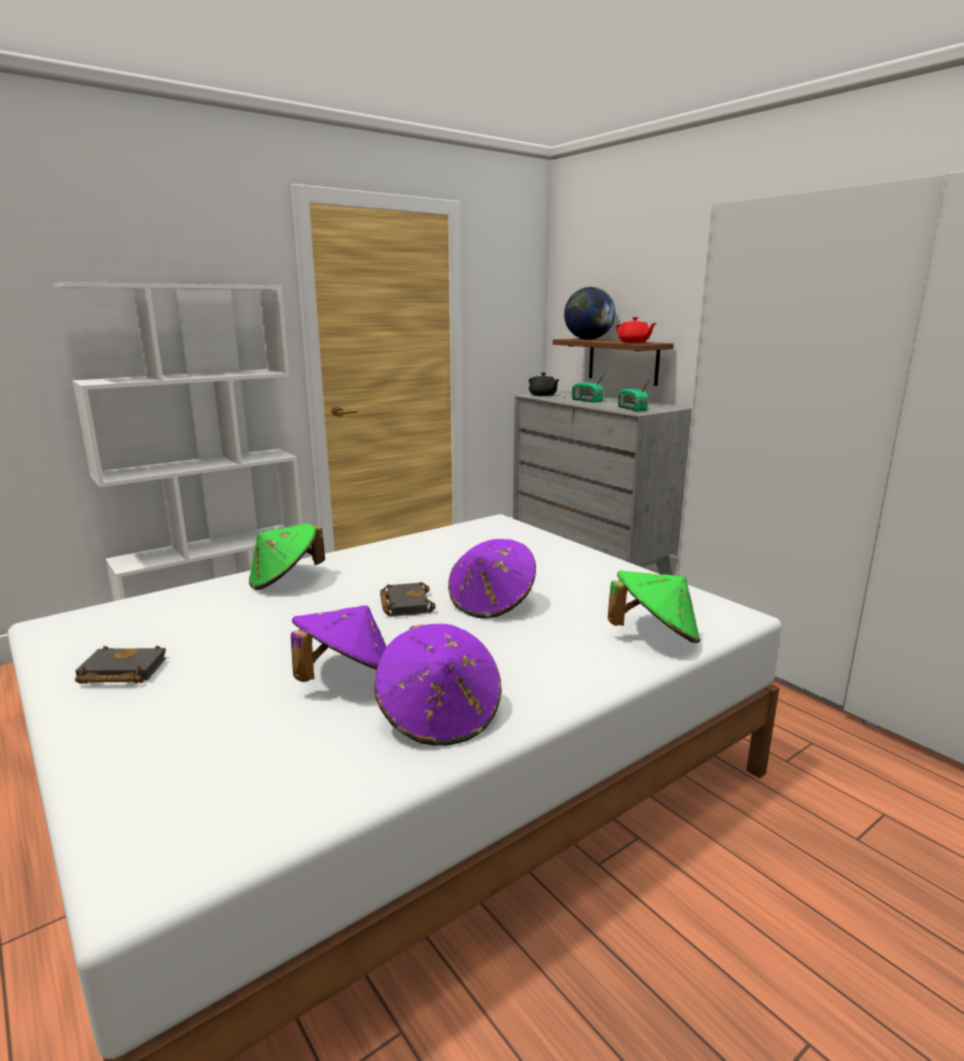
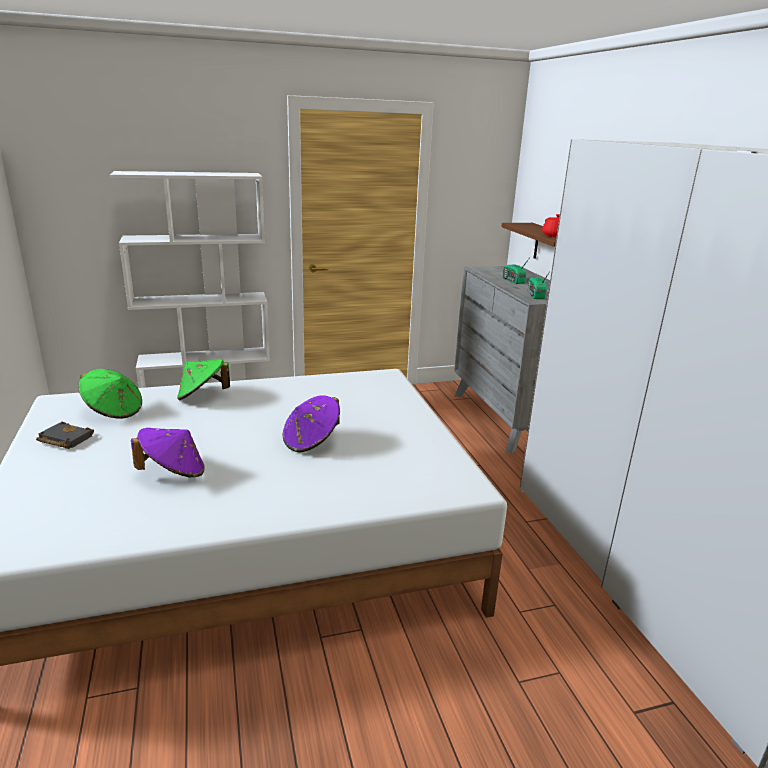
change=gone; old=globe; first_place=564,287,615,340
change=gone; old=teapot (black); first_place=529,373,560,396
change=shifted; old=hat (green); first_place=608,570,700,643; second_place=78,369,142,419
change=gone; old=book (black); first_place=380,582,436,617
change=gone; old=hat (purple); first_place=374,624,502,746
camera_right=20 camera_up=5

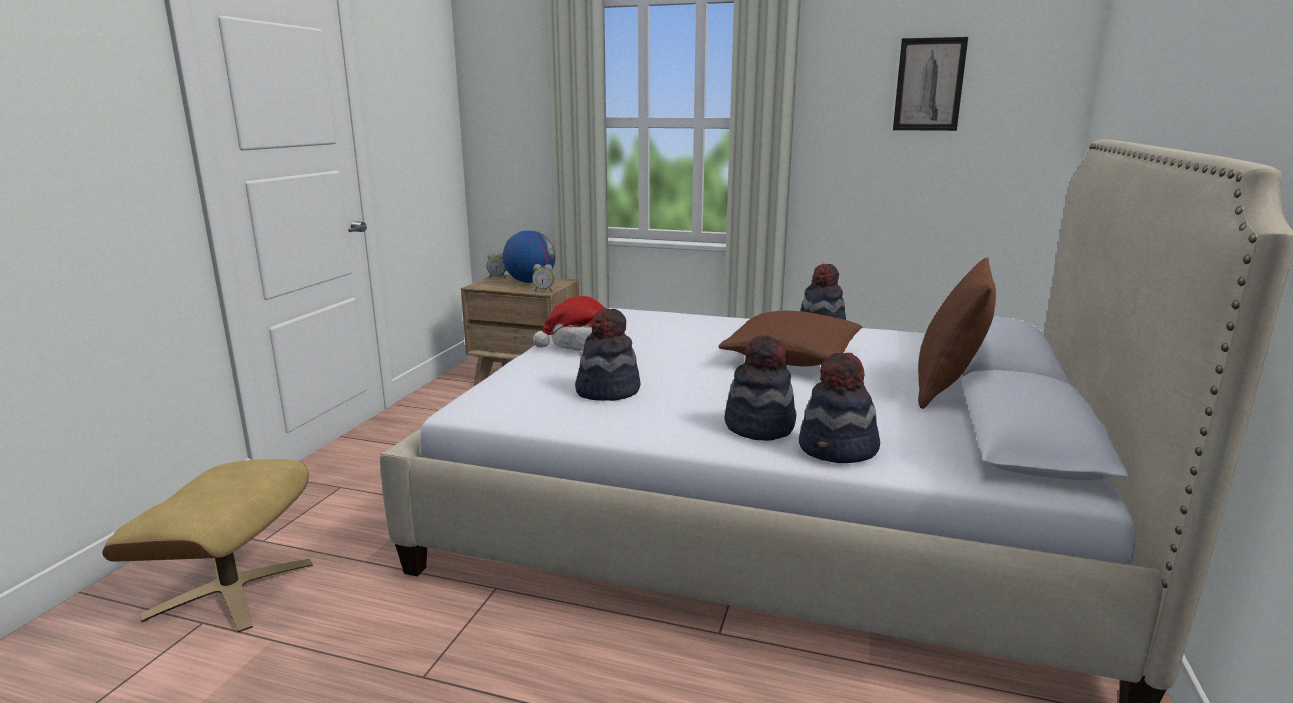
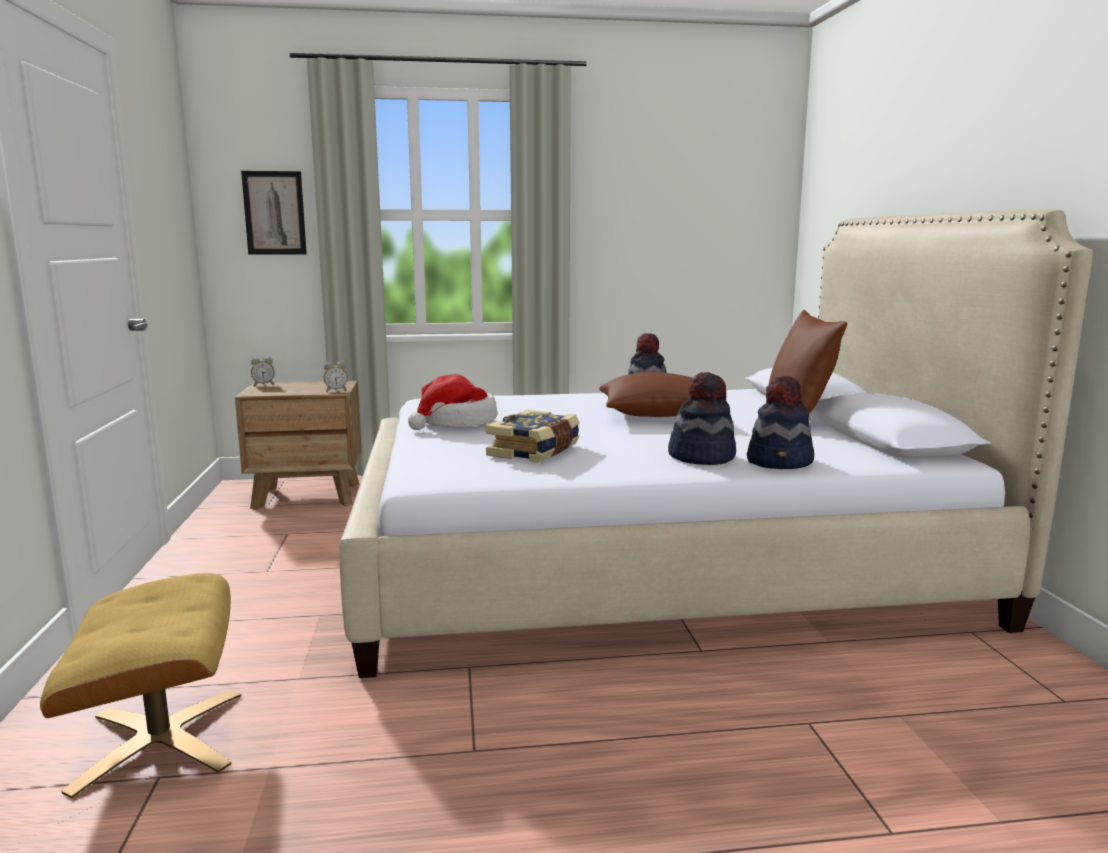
change=shifted; old=picture; first_place=893,37,968,131; second_place=241,171,307,255
change=gone; old=globe; first_place=503,230,555,283
change=swapped; old=hat; new=book; first_place=575,308,641,401; second_place=485,410,580,463
camera_right=-25 camera_up=-5

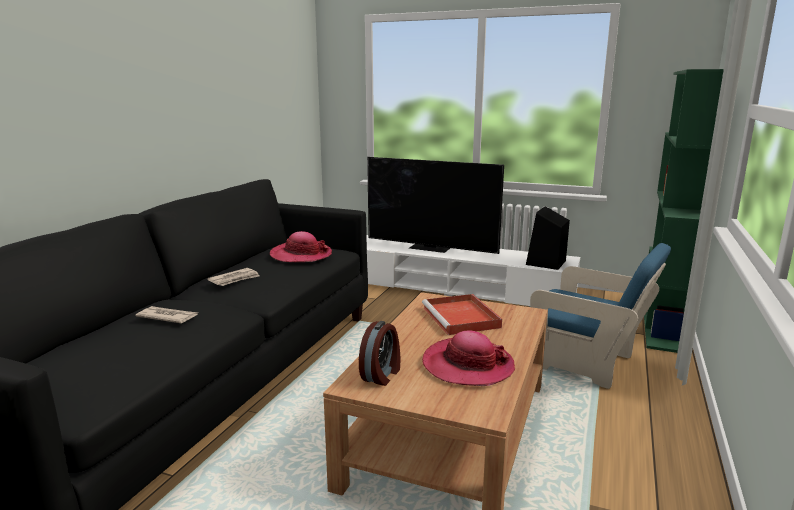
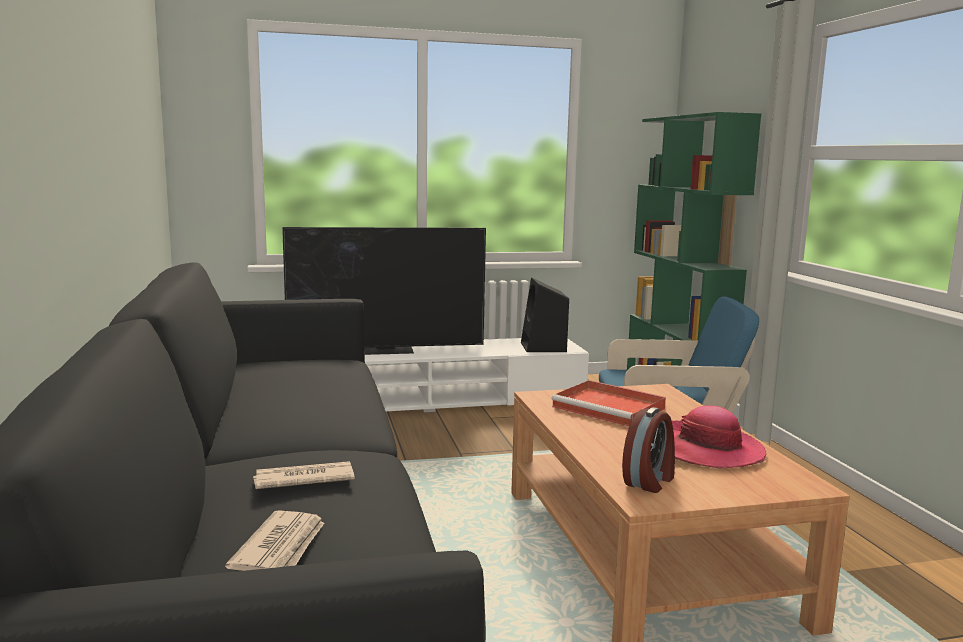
change=gone; old=hat; first_place=270,231,332,262
change=shifted; old=newspaper; first_place=207,268,260,286; second_place=225,510,325,571
change=rotated; old=alarm clock; first_place=359,321,400,386; second_place=622,407,675,493; degrees=45
camera_right=-35 camera_up=-5

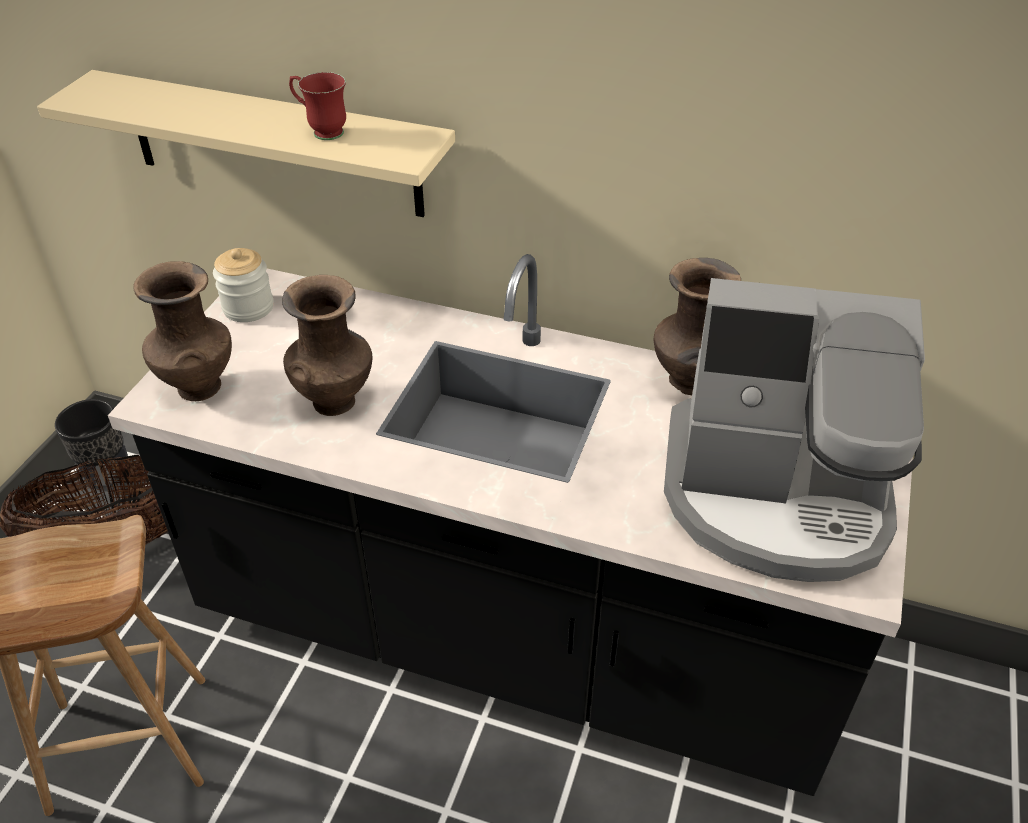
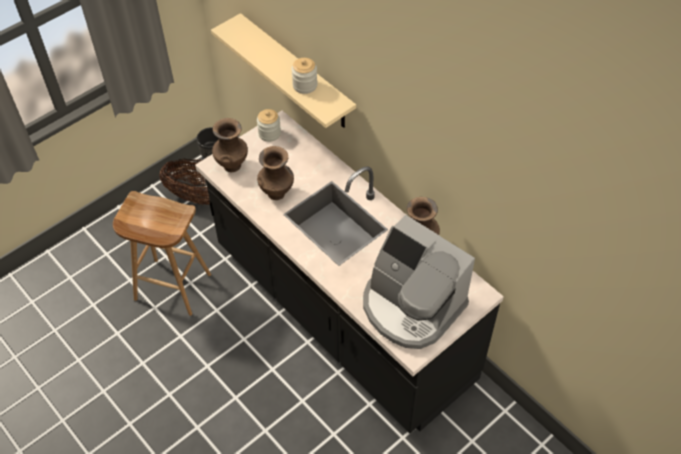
change=swapped; old=mug (red); new=jar; first_place=289,72,346,140; second_place=291,58,318,94
camera_right=30 camera_up=10

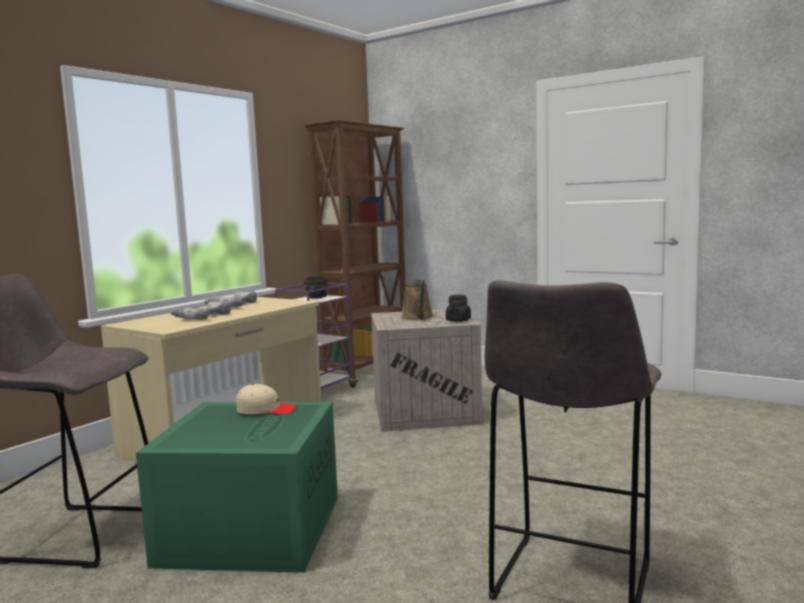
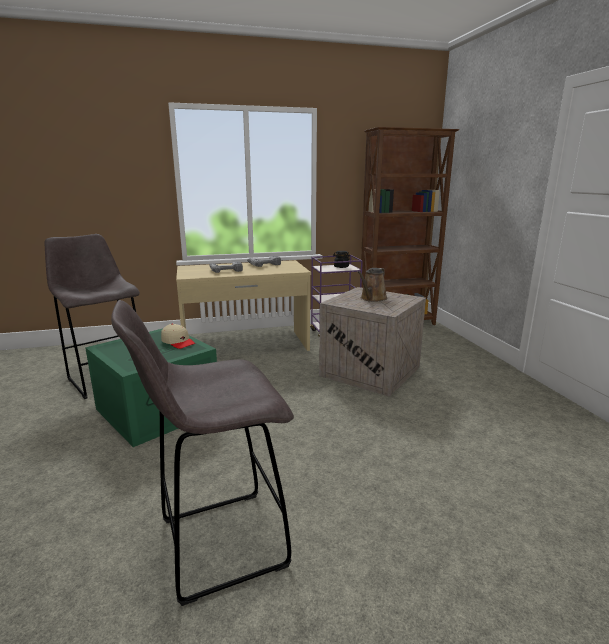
change=gone; old=jar (black); first_place=446,295,471,322
camera_right=40 camera_up=10

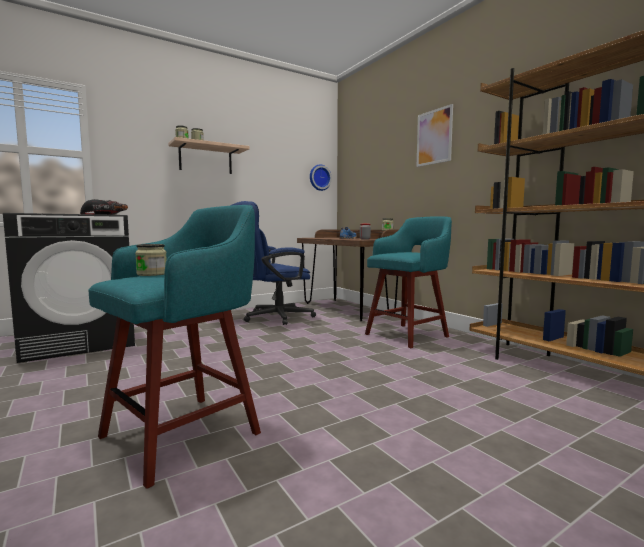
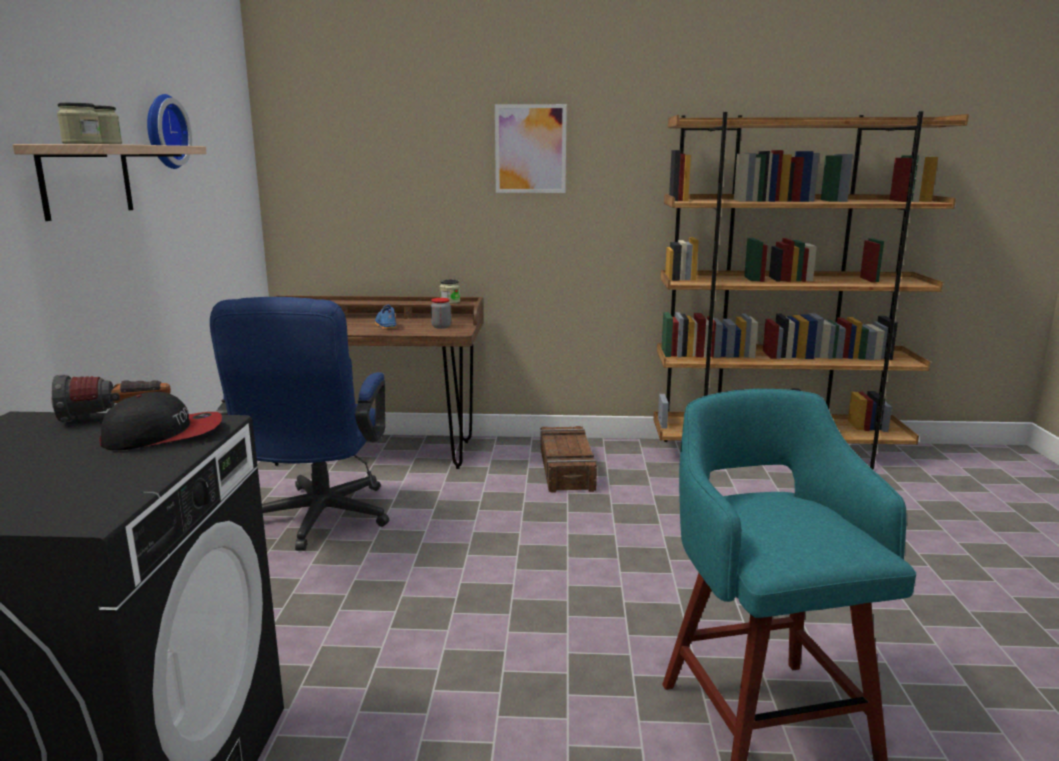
change=shifted; old=wall clock; first_place=310,164,332,191; second_place=147,94,192,169
change=swapped; old=stool (turquoise); new=crate; first_place=365,216,452,348; second_place=540,426,597,493
change=gone; old=jar; first_place=135,244,167,276
camera_right=-55 camera_up=10

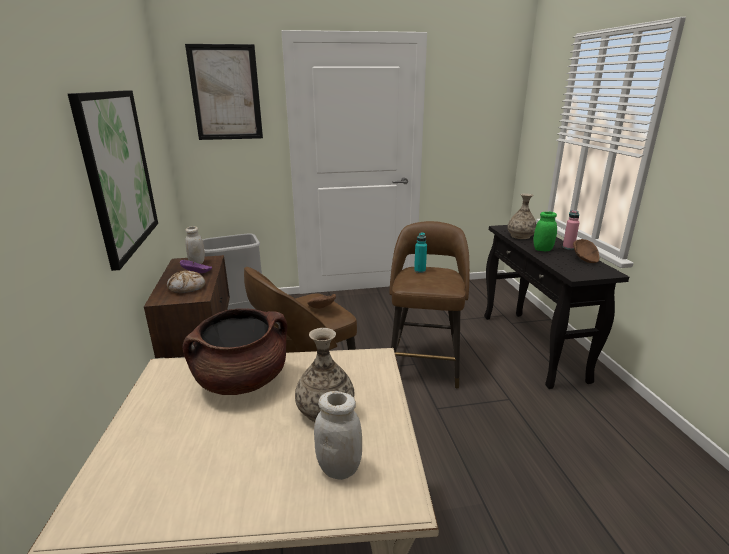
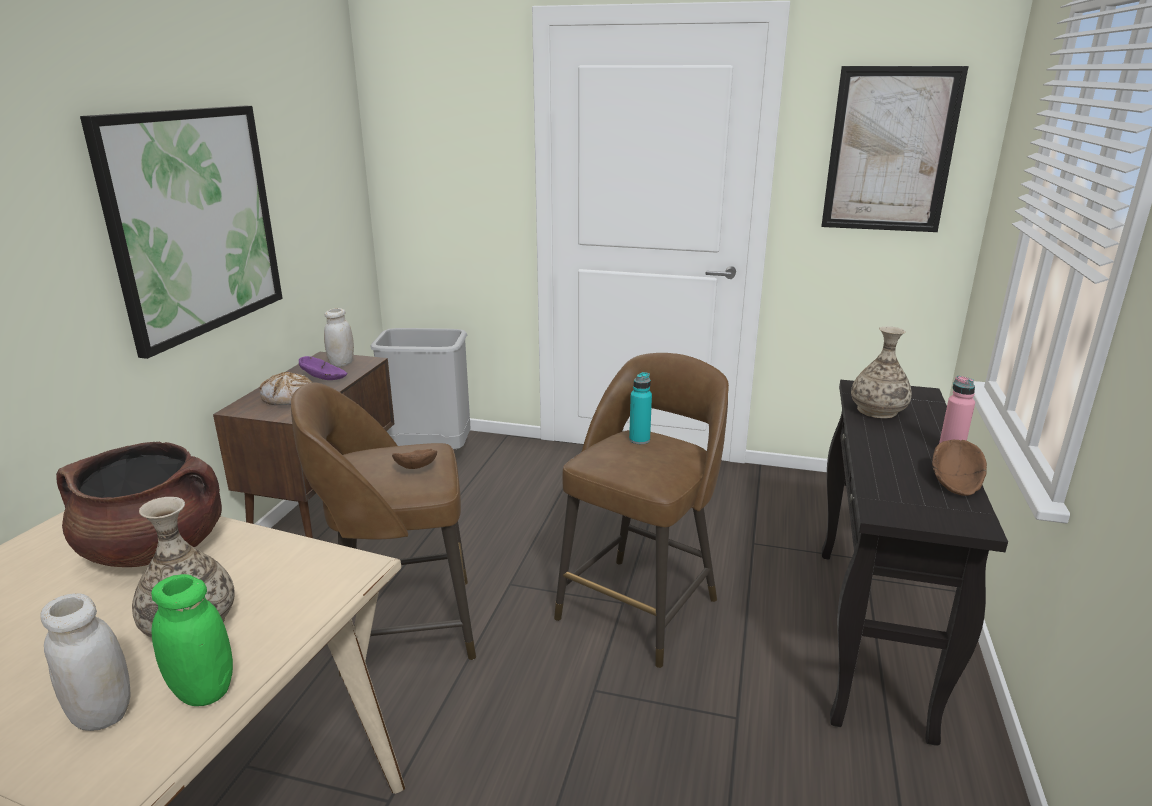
change=shifted; old=picture; first_place=185,44,263,140; second_place=821,66,969,232
change=shifted; old=jar (green); first_place=533,212,557,251; second_place=151,574,233,706
camera_right=25 camera_up=0

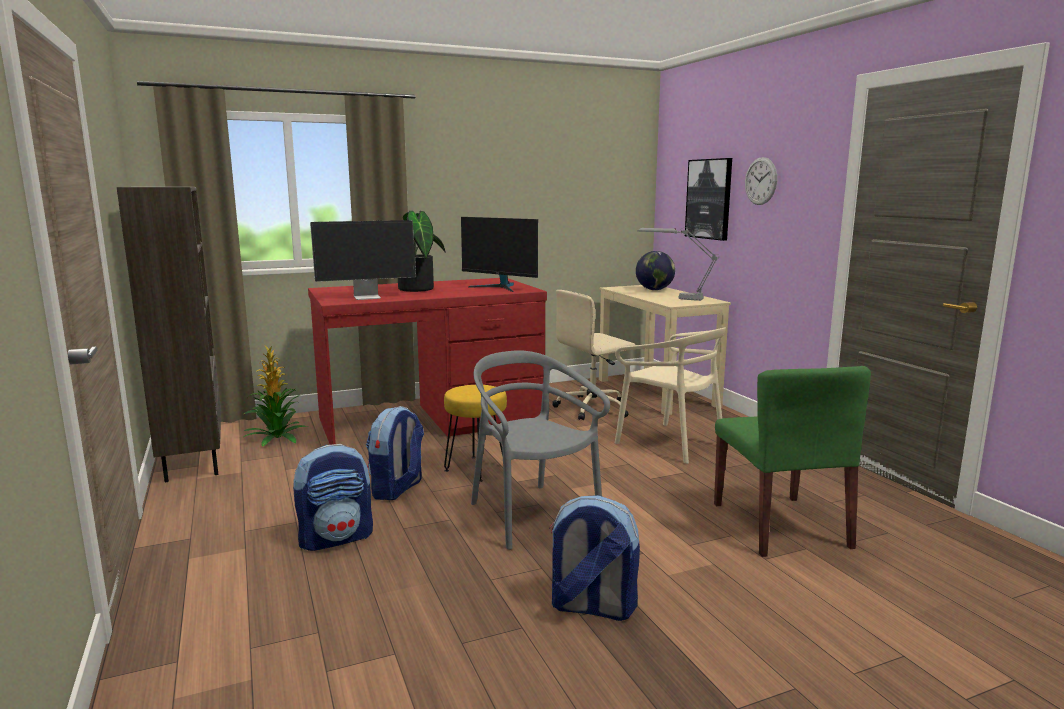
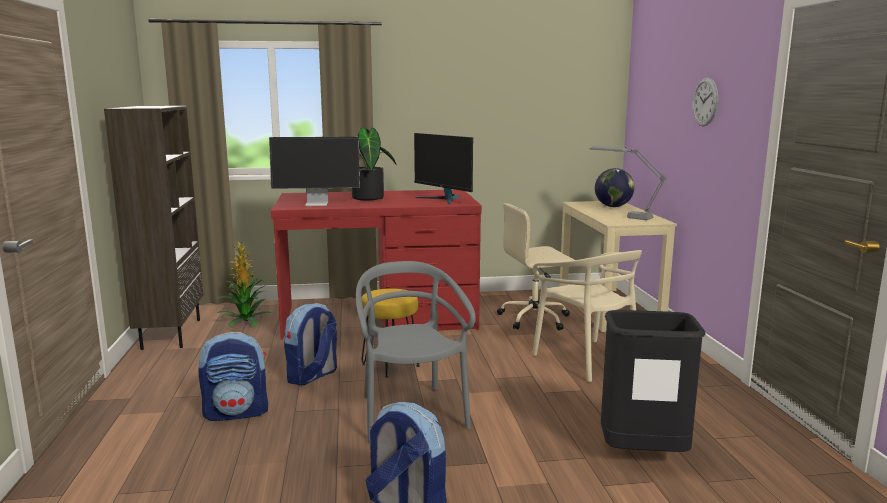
change=gone; old=picture; first_place=685,158,732,241
change=swapped; old=chair (green); new=trash can (black); first_place=714,366,871,557; second_place=601,310,706,452
camera_right=15 camera_up=0

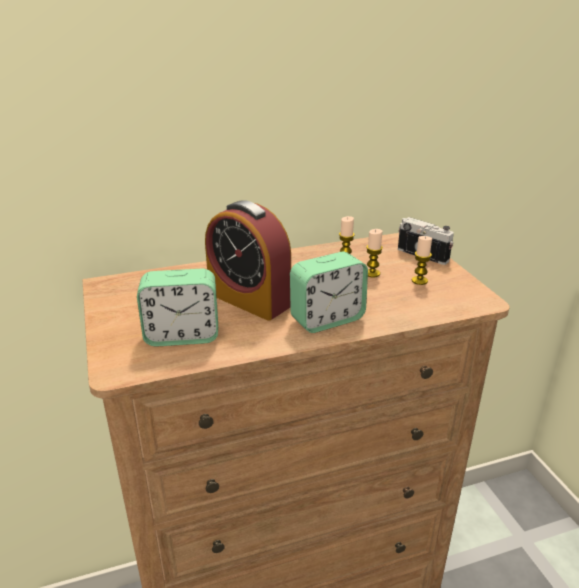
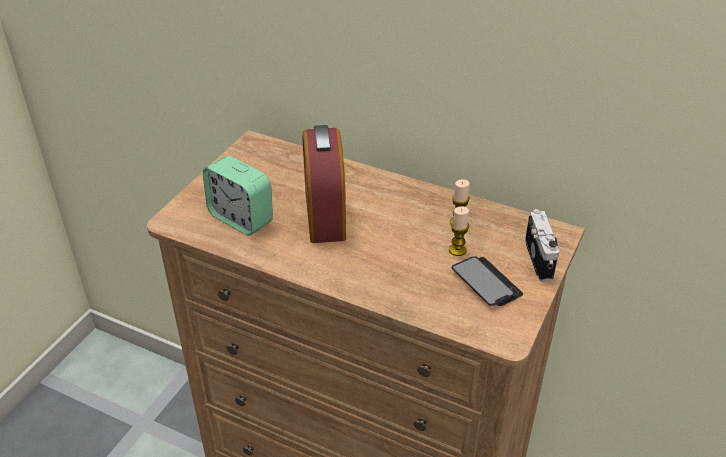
change=swapped; old=candle; new=phone; first_place=412,236,432,285; second_place=451,256,523,306
change=gone; old=alarm clock; first_place=290,252,368,333
camera_right=45 camera_up=10

